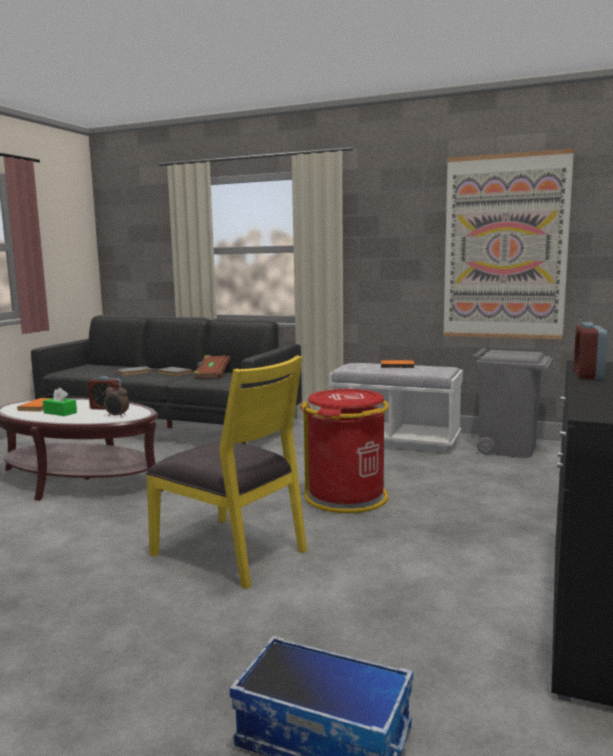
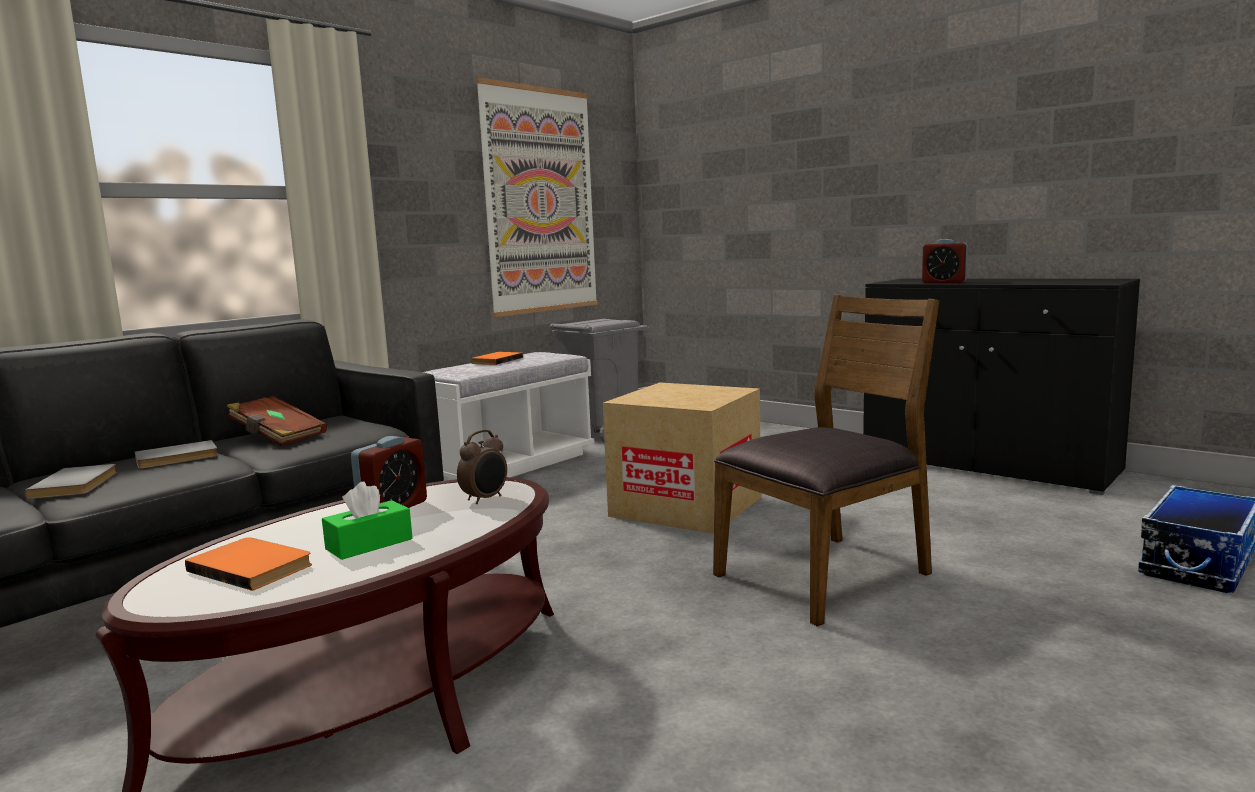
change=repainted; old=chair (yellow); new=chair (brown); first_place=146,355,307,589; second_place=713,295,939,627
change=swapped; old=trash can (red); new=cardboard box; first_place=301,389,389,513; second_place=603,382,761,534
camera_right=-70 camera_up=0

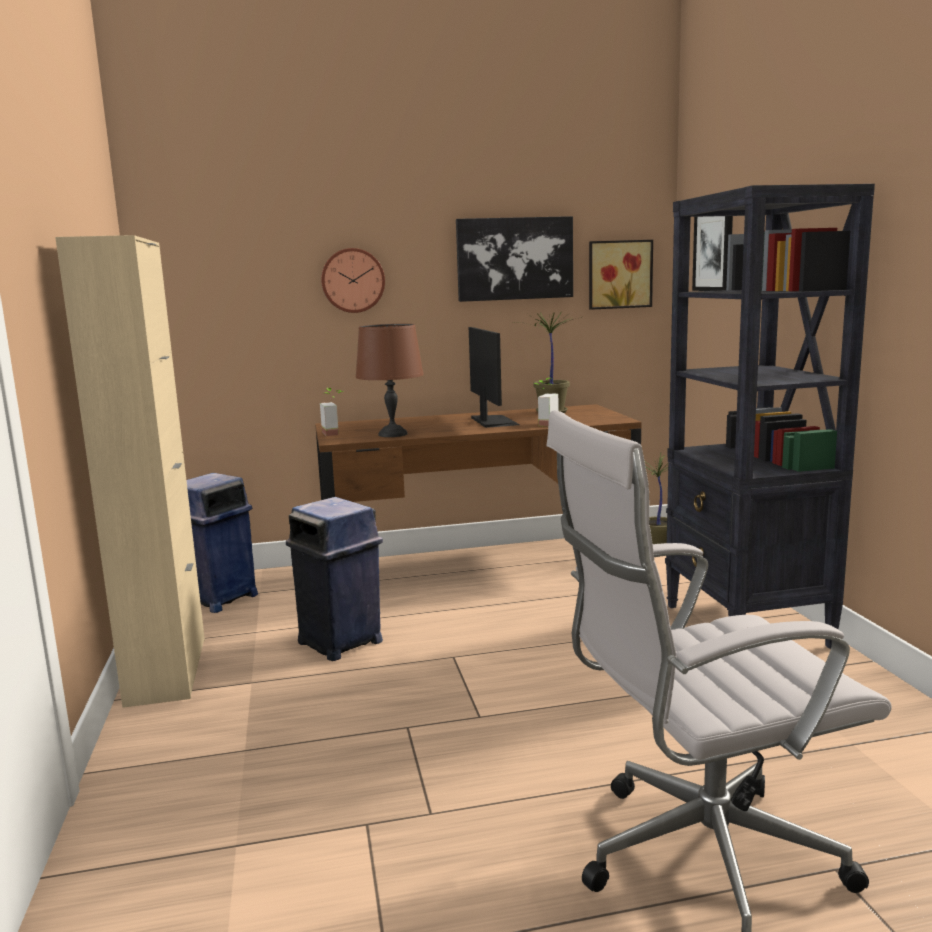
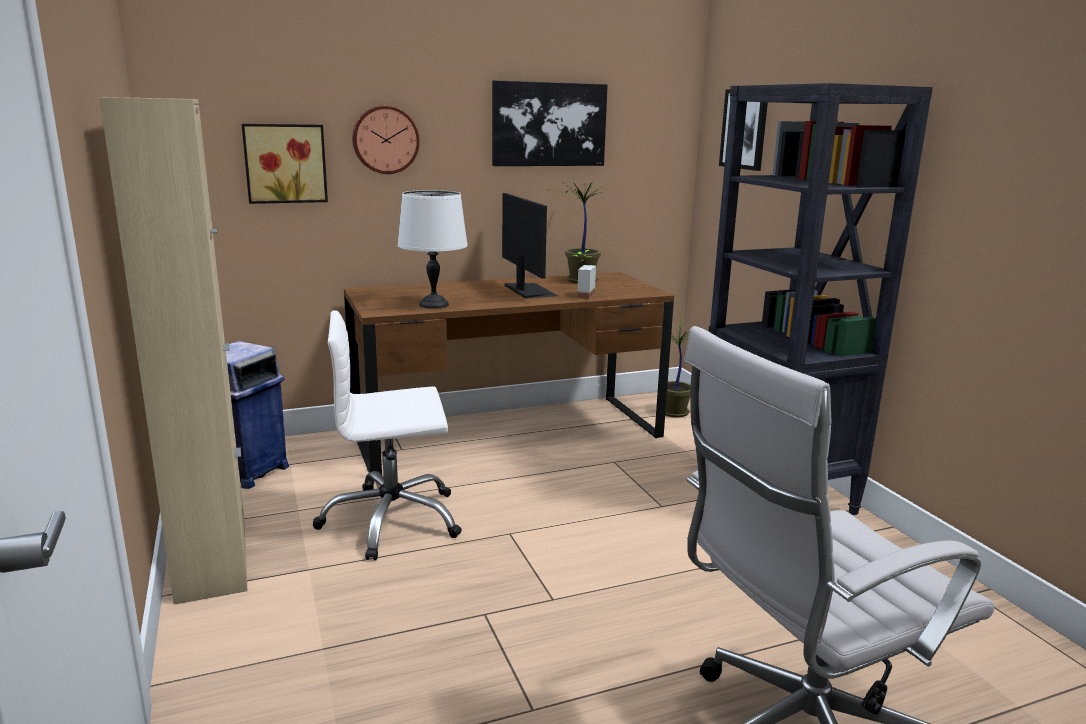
change=shifted; old=picture; first_place=589,240,653,310; second_place=242,124,328,204
change=repainted; old=table lamp (brown); new=table lamp (white); first_place=356,324,424,437; second_place=397,190,468,309
change=gone; old=potted plant; first_place=320,388,343,436
change=swapped; old=trash can (blue); new=office chair (white); first_place=286,497,383,661; second_place=313,310,462,560
camera_right=-10 camera_up=5

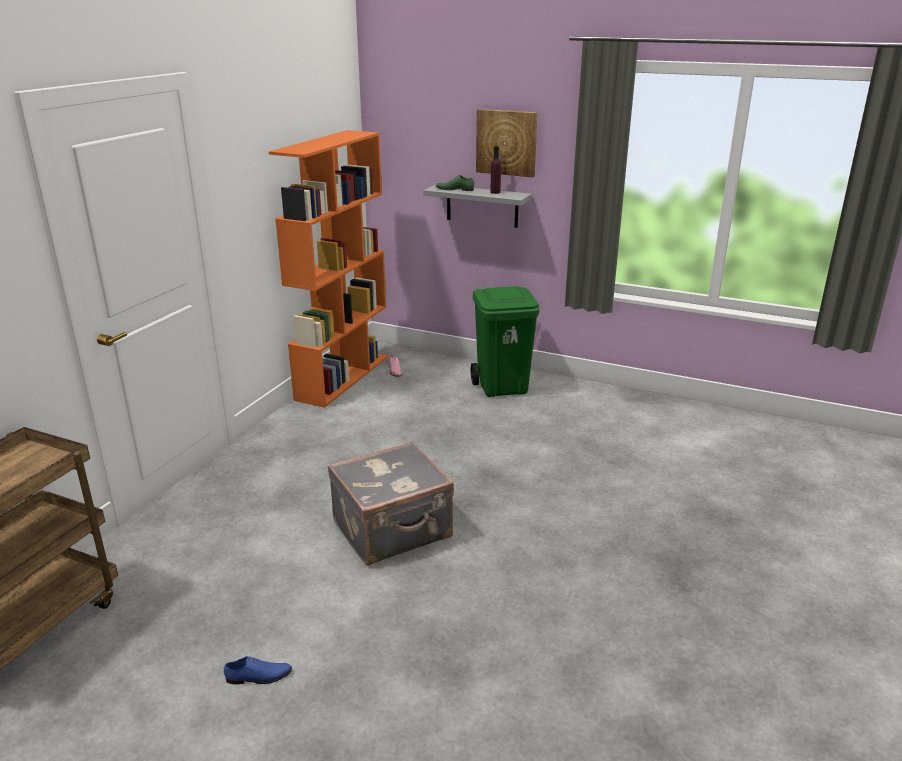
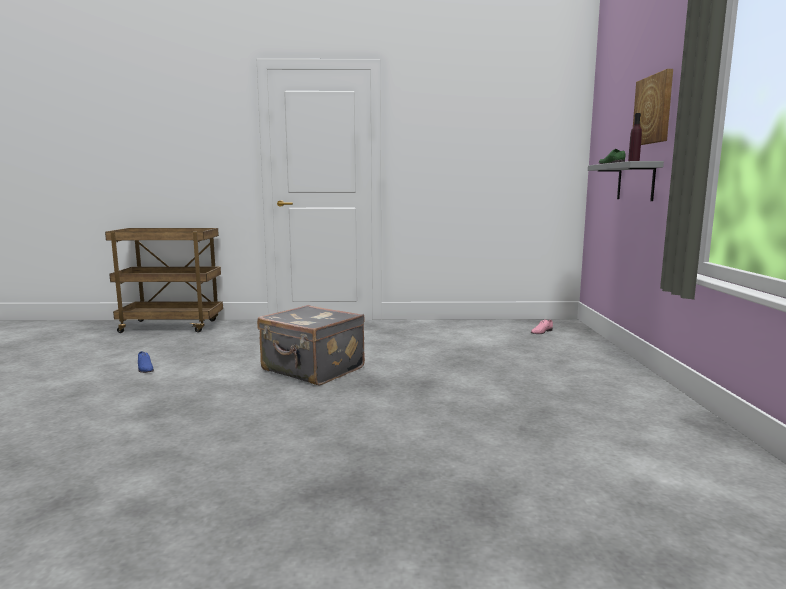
change=gone; old=bookcase (orange); first_place=269,130,388,408
change=gone; old=trash can (green); first_place=471,286,540,397
camera_right=65 camera_up=-15

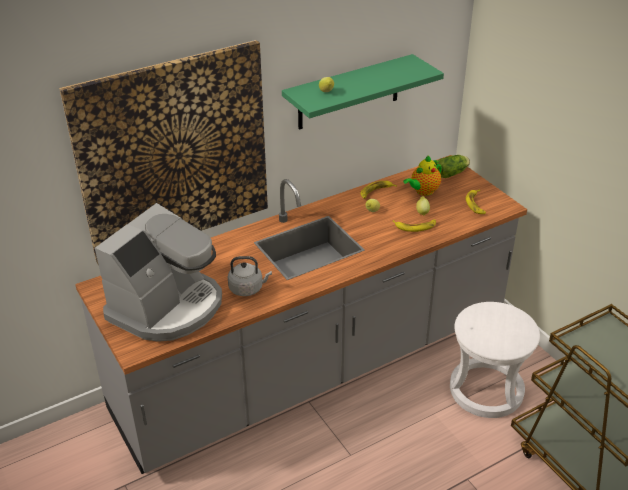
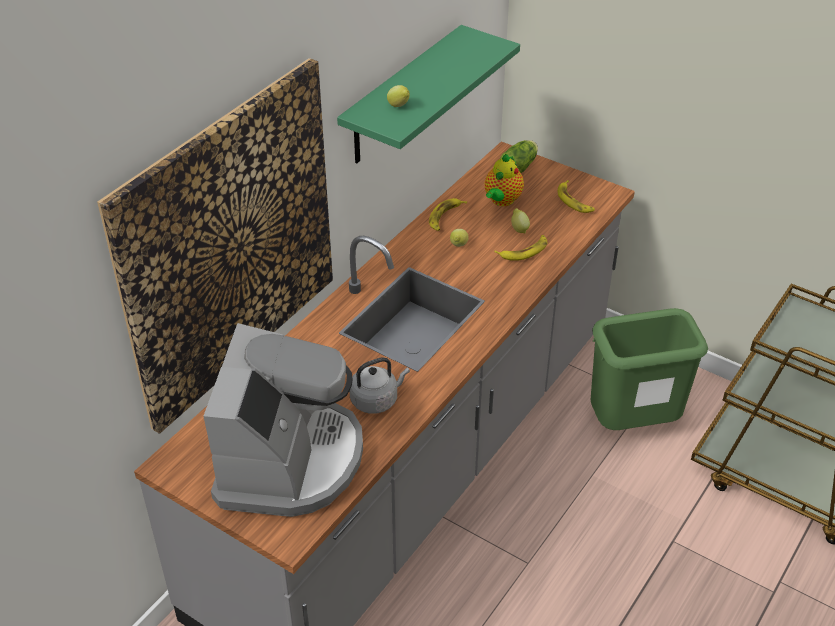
change=swapped; old=stool (white); new=trash can (green); first_place=450,302,540,418; second_place=591,308,708,430
camera_right=-25 camera_up=5

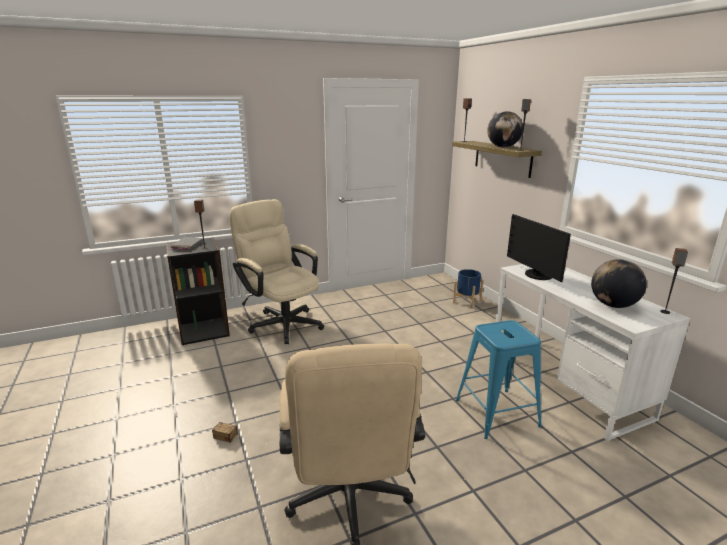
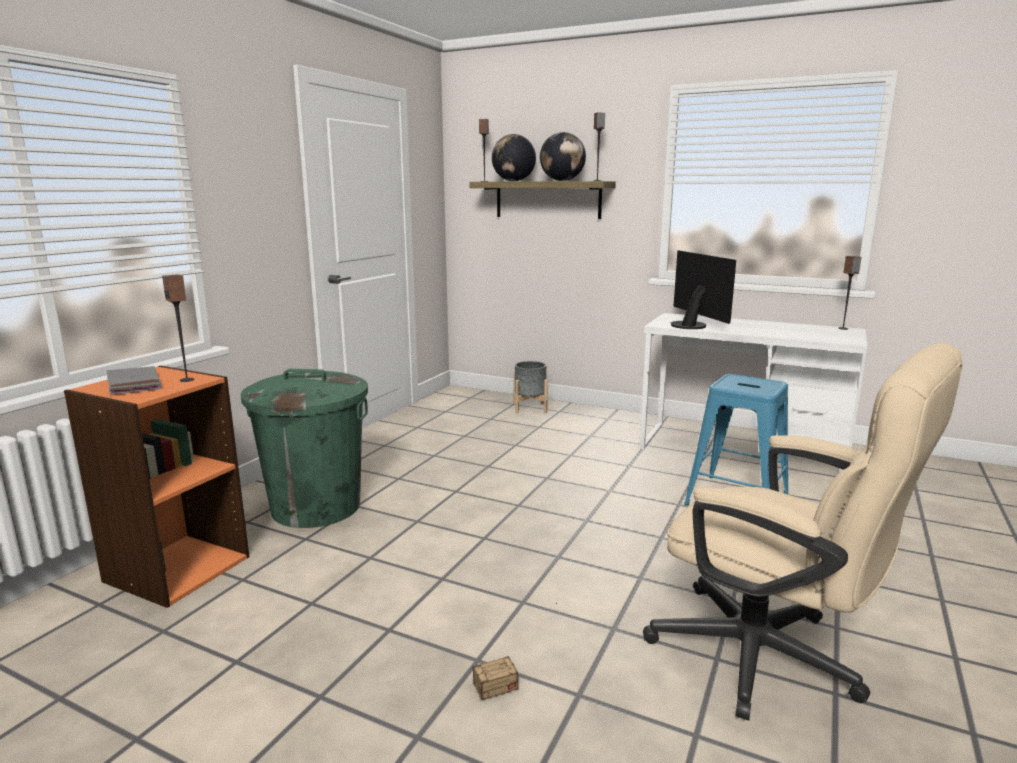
change=swapped; old=office chair (beige); new=trash can (green); first_place=229,199,324,344; second_place=241,369,368,528
change=rotated; old=monitor; first_place=507,214,571,282; second_place=670,250,736,329; degrees=-135
change=repainted; old=bookcase (black); new=bookcase (orange); first_place=166,237,230,345; second_place=64,366,249,608
change=shifted; old=globe; first_place=591,259,647,308; second_place=492,134,536,181
change=repainted; old=planter (blue); new=planter (grey); first_place=453,269,484,309; second_place=514,361,548,414
camera_right=-40 camera_up=-5

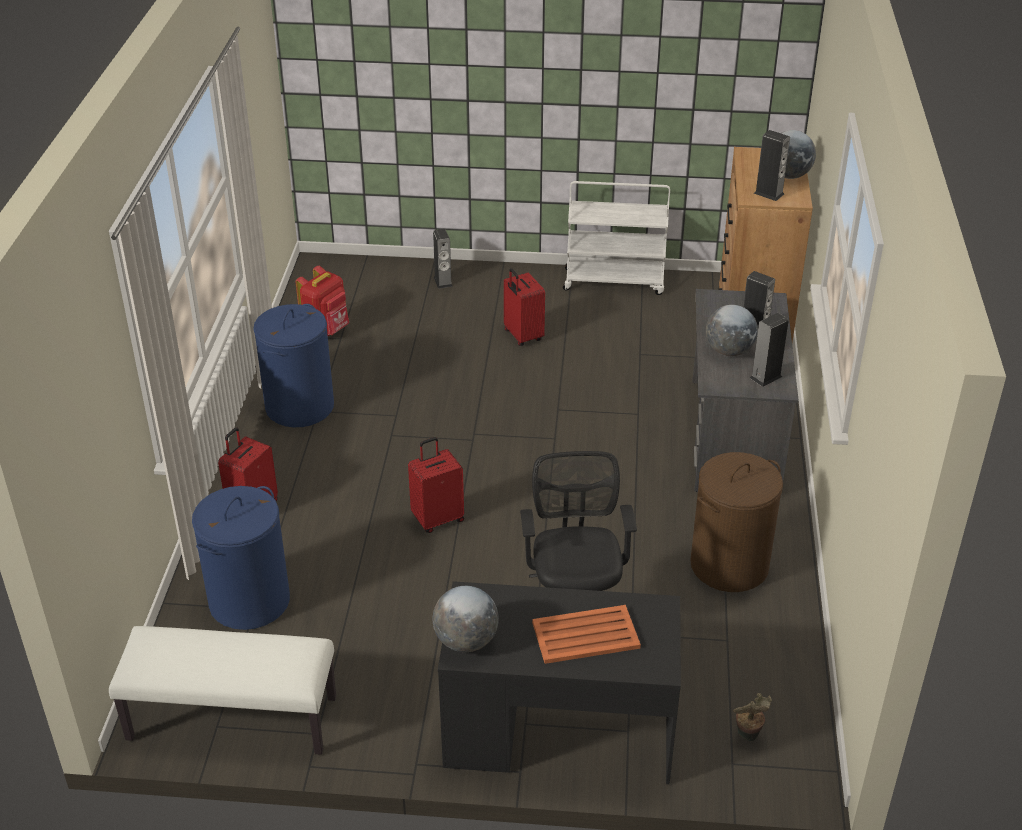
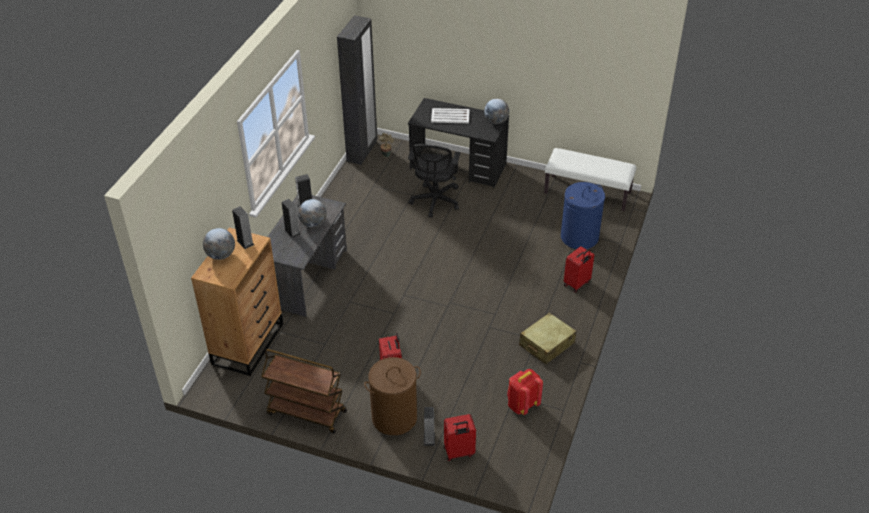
change=repainted; old=cart (white); new=cart (brown); first_place=563,181,670,295; second_place=261,349,347,434
change=swapped; old=laundry basket (blue); new=suitcase (beige); first_place=253,304,334,427; second_place=519,313,576,364
change=shifted; old=suitcase (red); first_place=408,437,464,533; second_place=444,414,476,461
change=shifted; old=laundry basket (brown); first_place=690,452,783,592; second_place=364,357,421,435
change=repainted; old=tray (orange); new=tray (white); first_place=532,605,641,664; second_place=431,108,470,124
change=new; new=wardrobe (black); second_place=337,15,377,165
camera_right=-165 camera_up=5

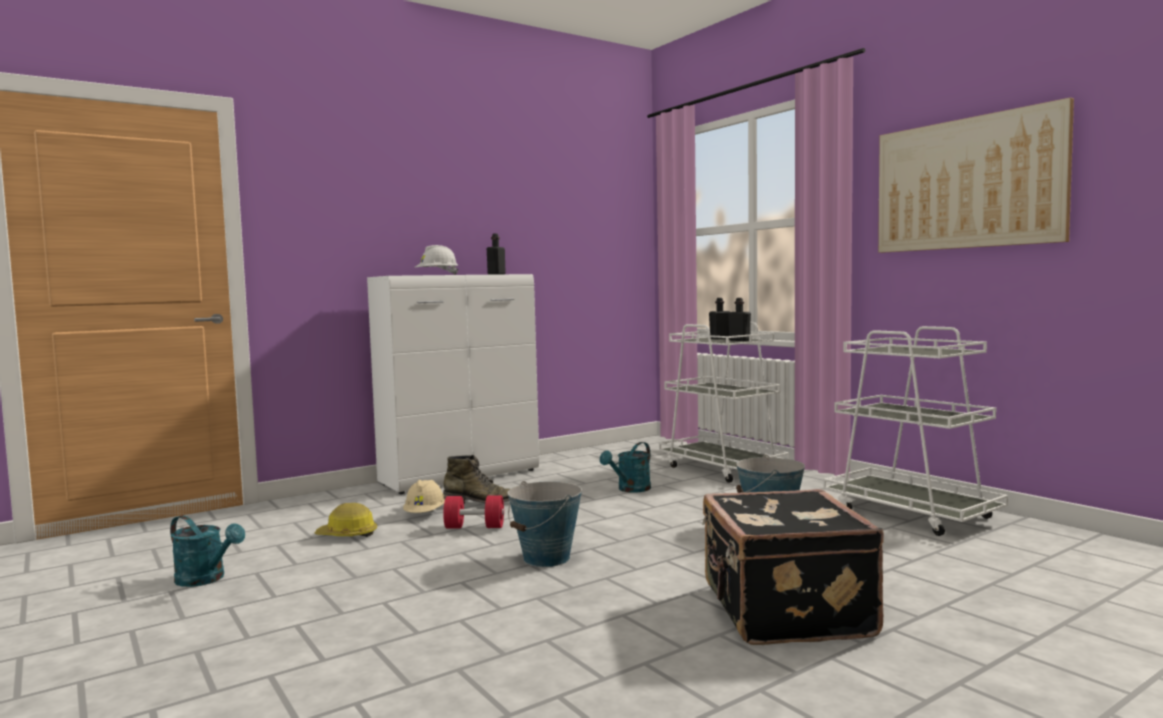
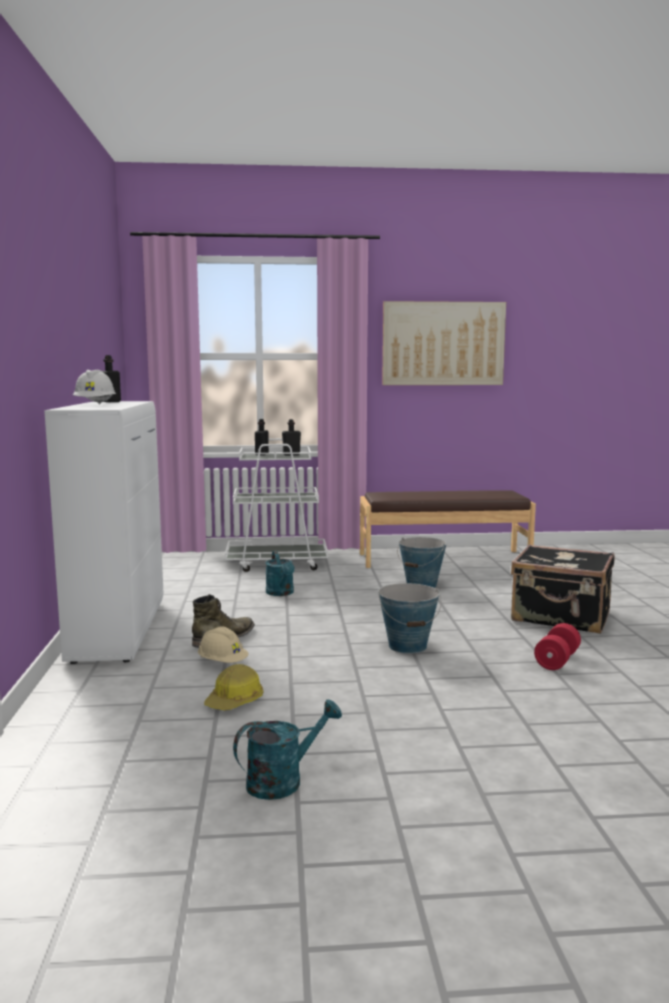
change=swapped; old=cart (white); new=bench (brown); first_place=823,326,1008,536; second_place=360,490,536,568
change=shifted; old=dumbbell (red); first_place=443,495,505,529; second_place=534,623,581,670
camera_right=-60 camera_up=5

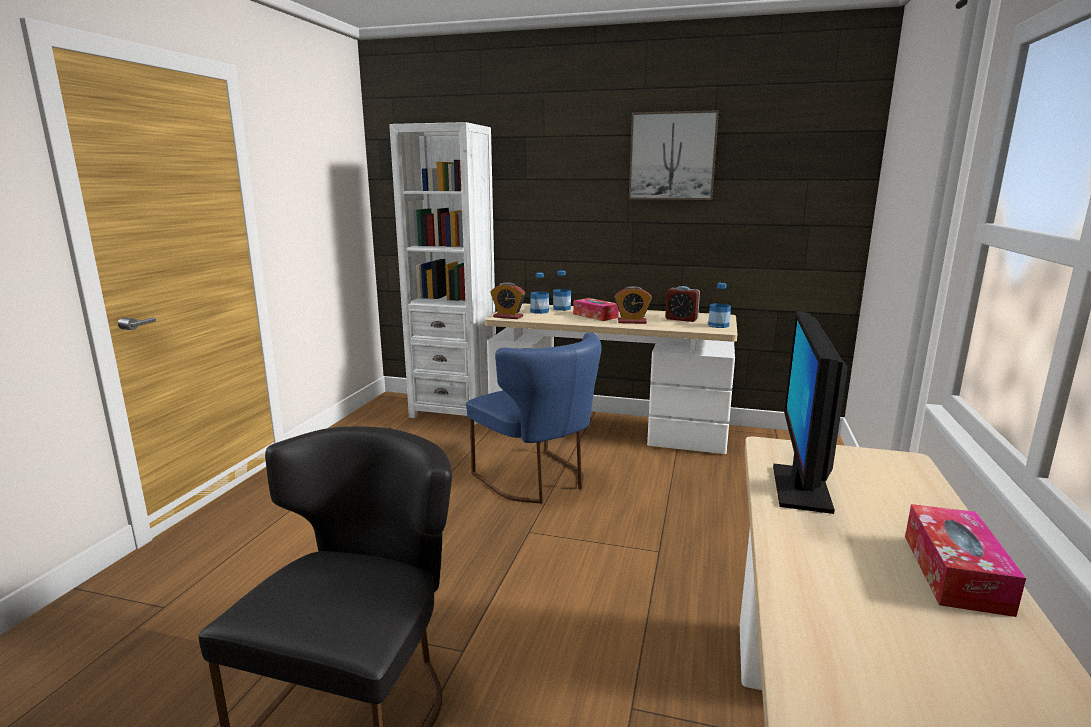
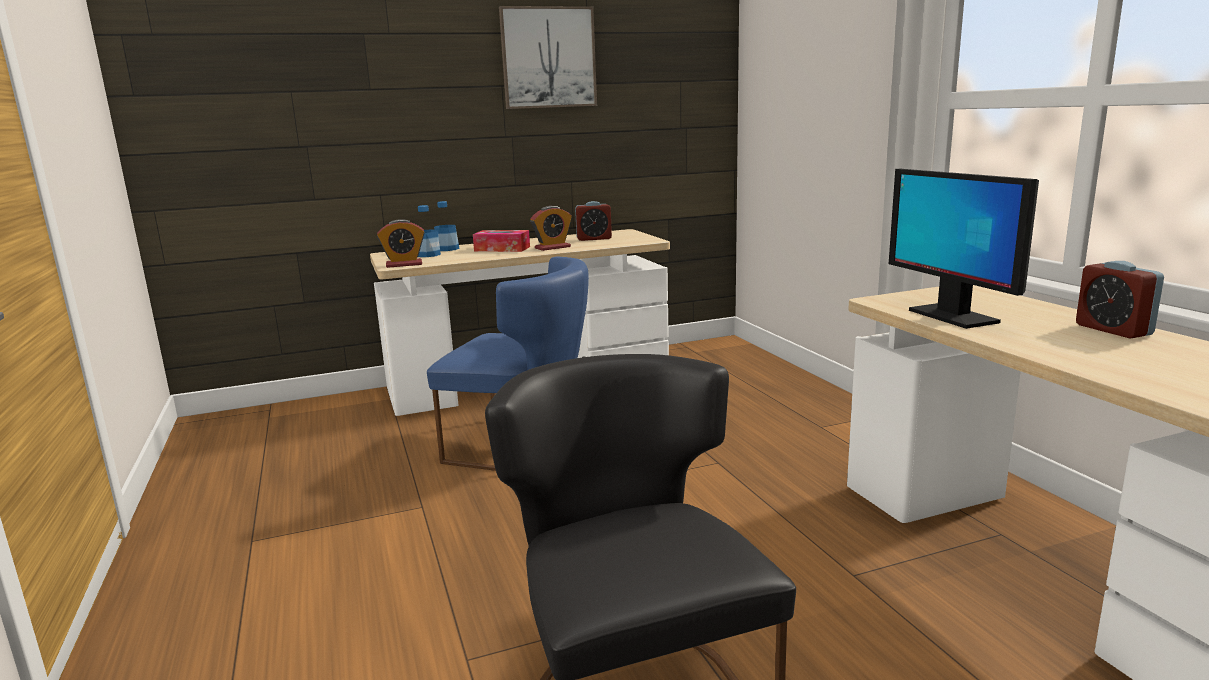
change=gone; old=bookcase (white); first_place=389,122,496,425
change=gone; old=bottle; first_place=708,283,731,328
change=swapped; old=tissue box; new=alarm clock; first_place=905,504,1026,617; second_place=1076,261,1164,339
camera_right=-35 camera_up=0

